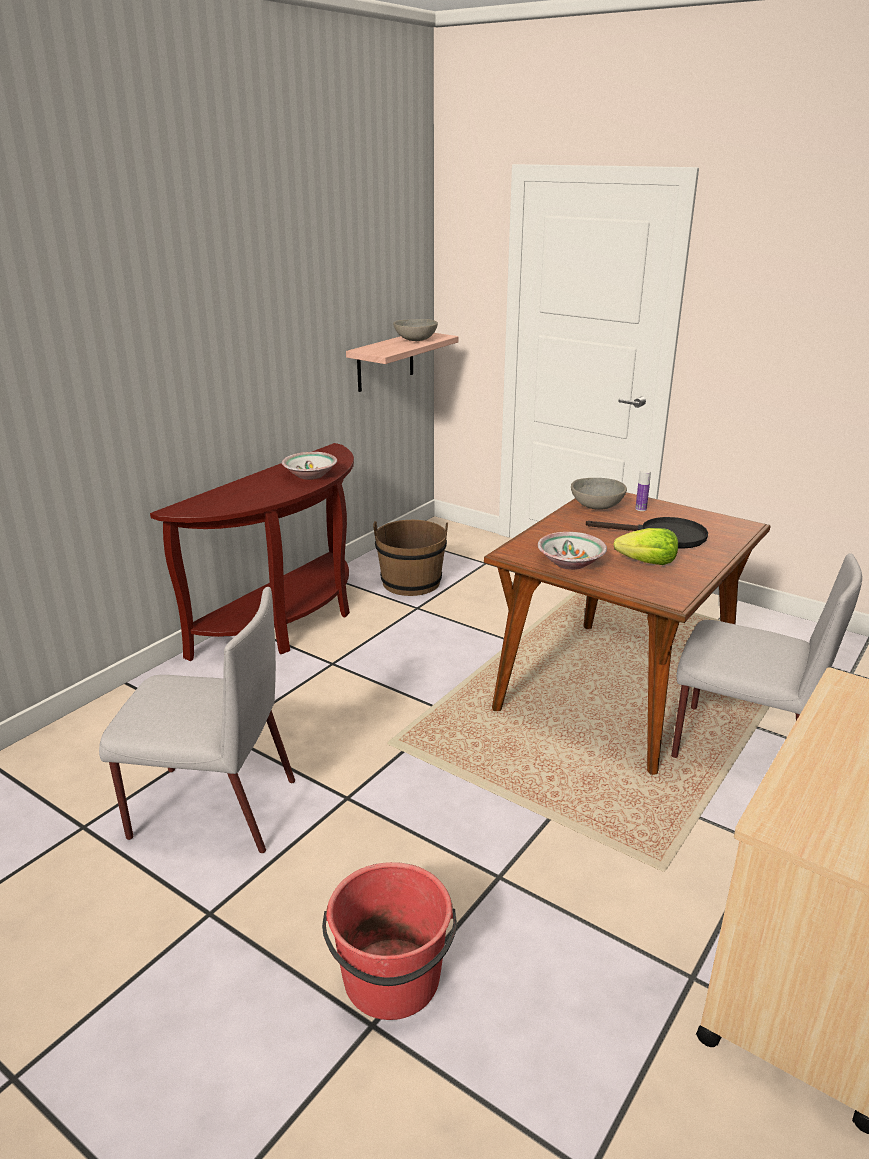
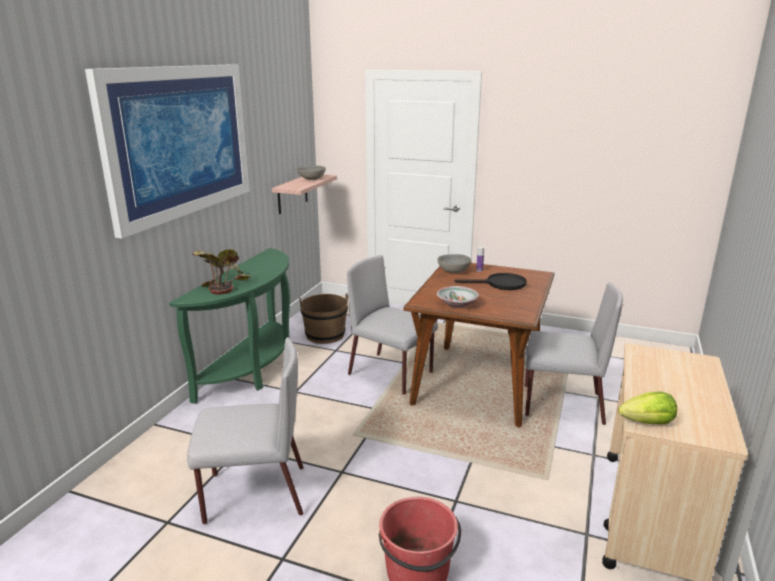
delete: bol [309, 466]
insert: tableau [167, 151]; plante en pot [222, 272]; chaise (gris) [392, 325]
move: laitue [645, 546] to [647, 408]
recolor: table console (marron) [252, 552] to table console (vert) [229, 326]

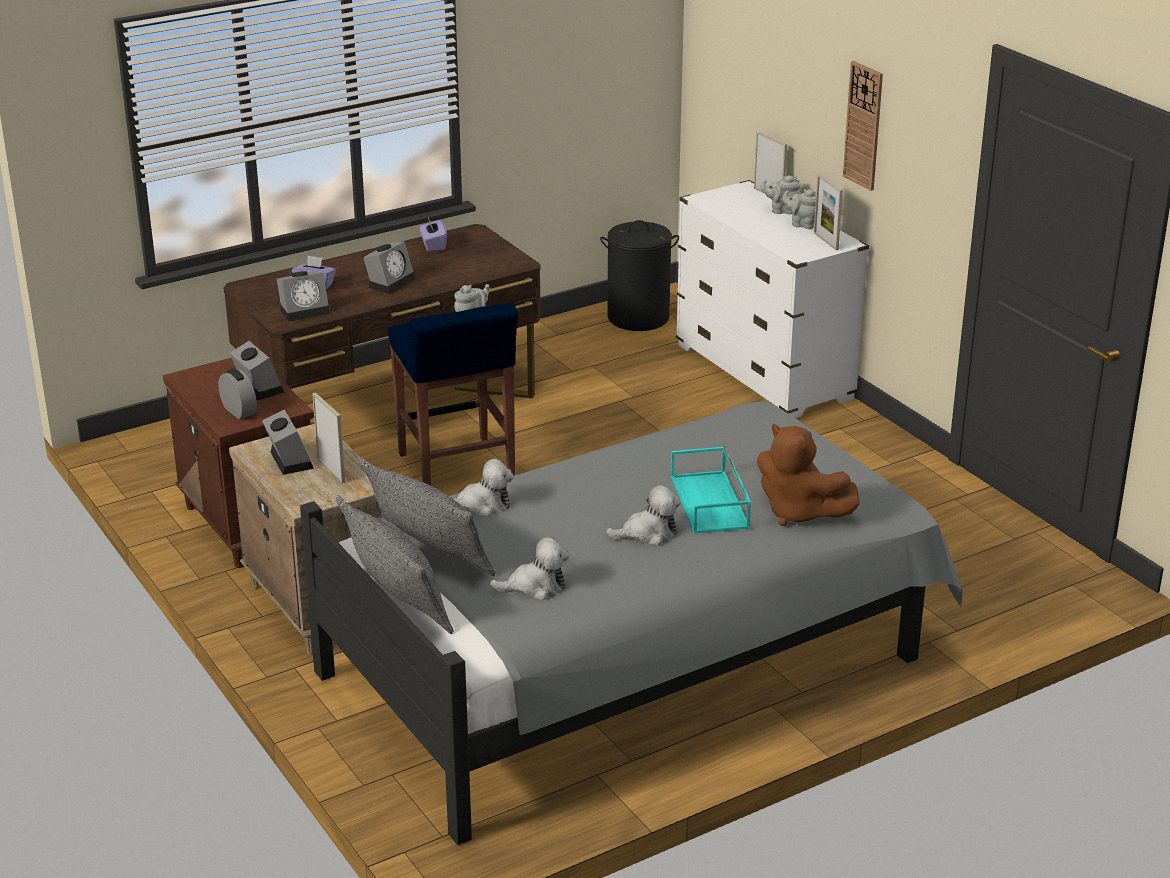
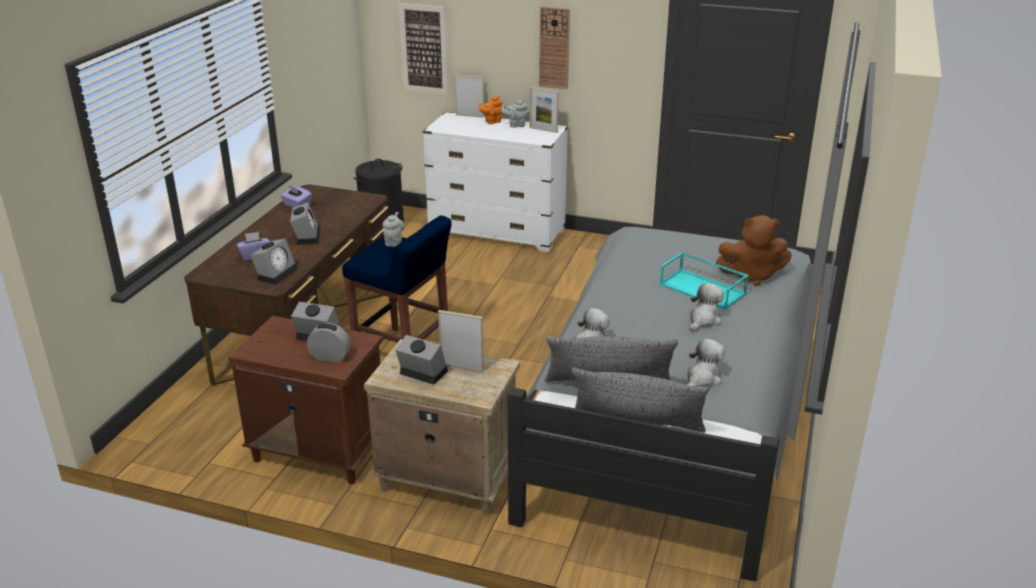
insert: tableau [423, 48]
recolor: théière (gris) [780, 194] to théière (orange) [491, 110]

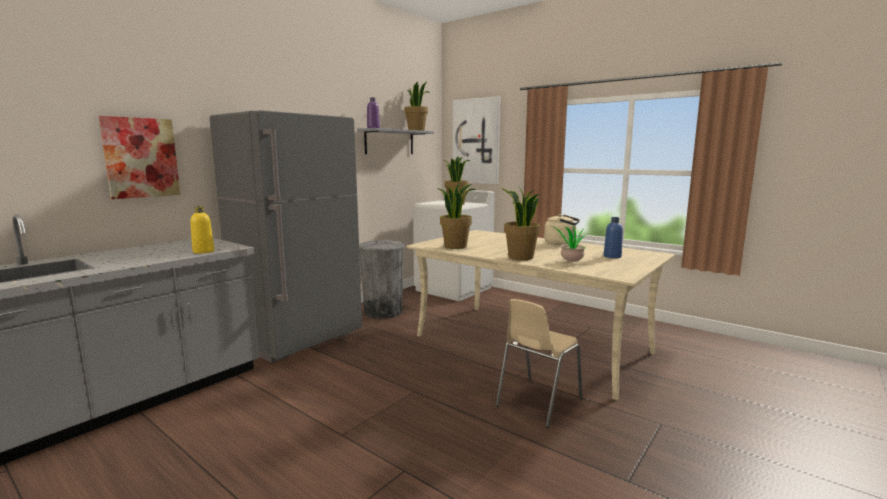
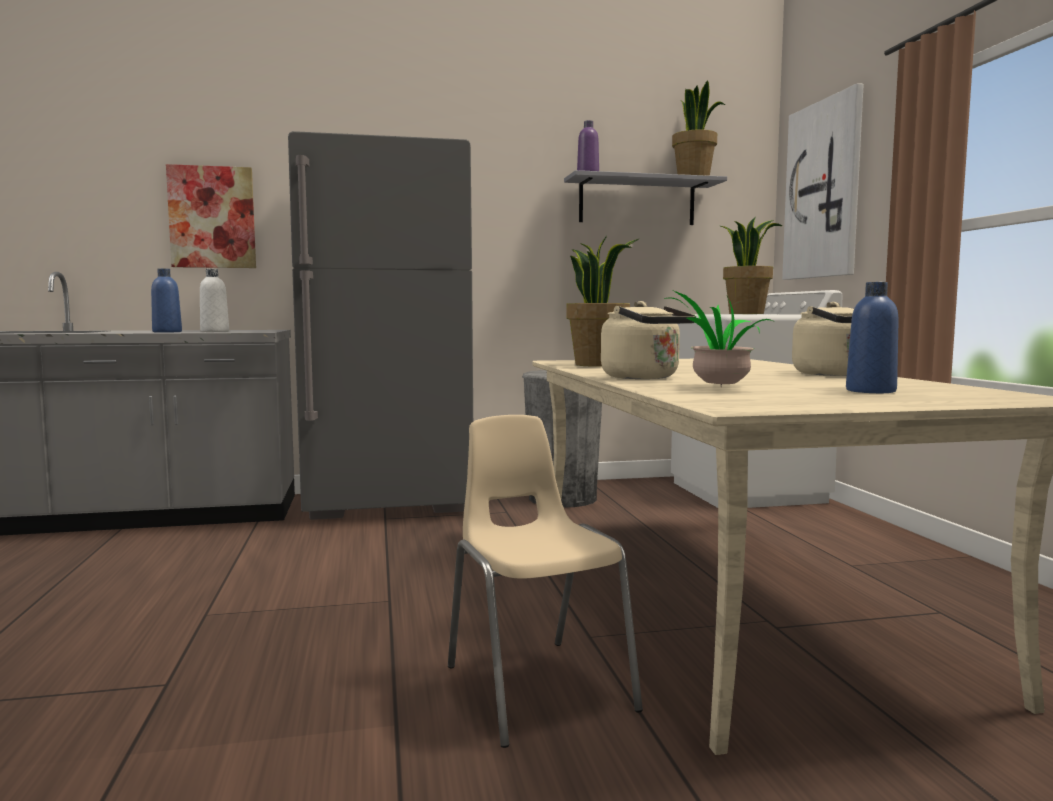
insert: bouteille (bleu) [166, 300]
replace: plante en pot [520, 223] to bouilloire (beige) [648, 340]
recolor: bouteille (jaune) [202, 230] to bouteille (blanc) [214, 300]
rotate: chaise (beige) [539, 363] = [545, 581] 75 degrees clockwise

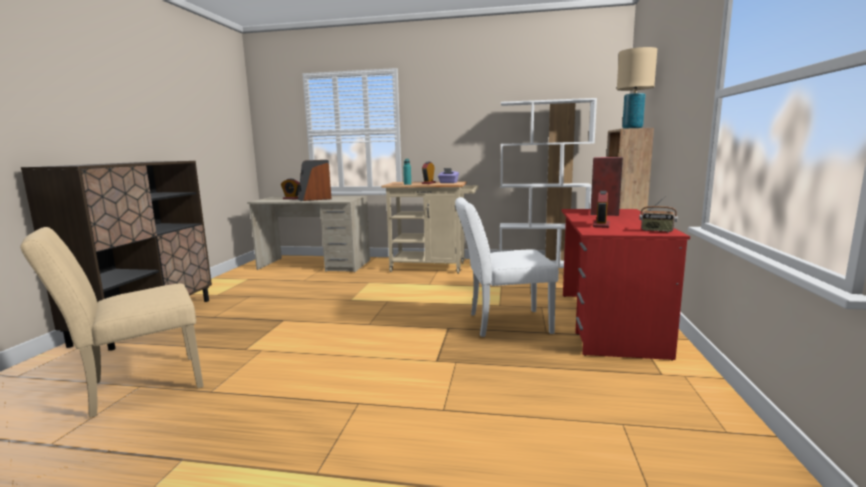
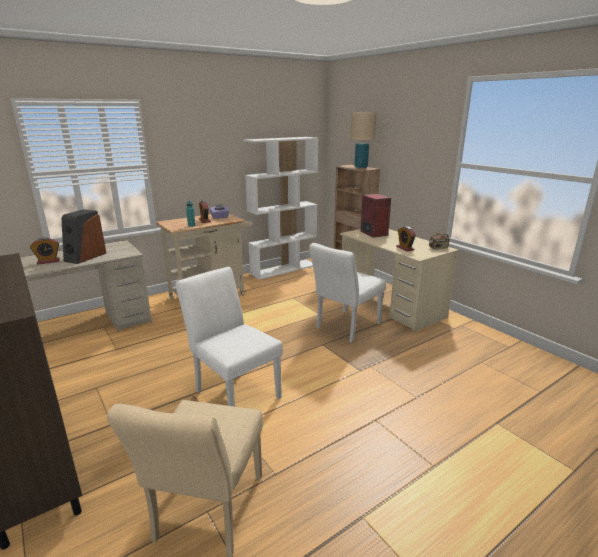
insert: chaise (blanc) [229, 337]
recolor: bureau (rouge) [626, 285] to bureau (beige) [399, 280]

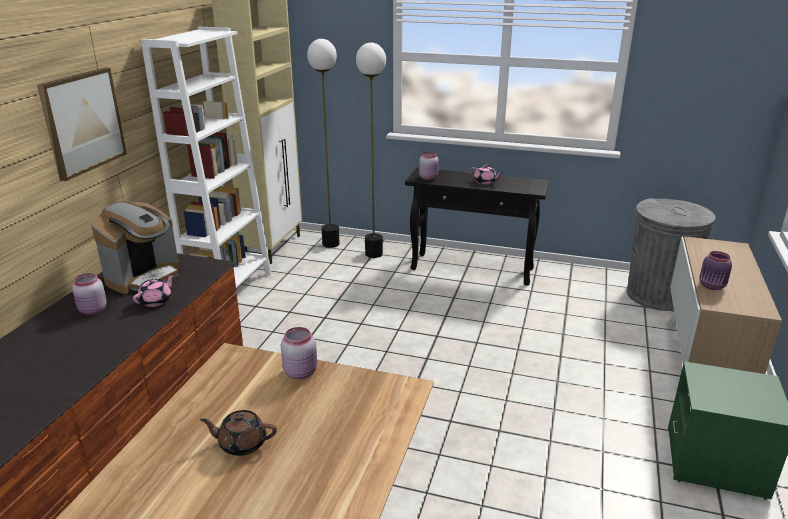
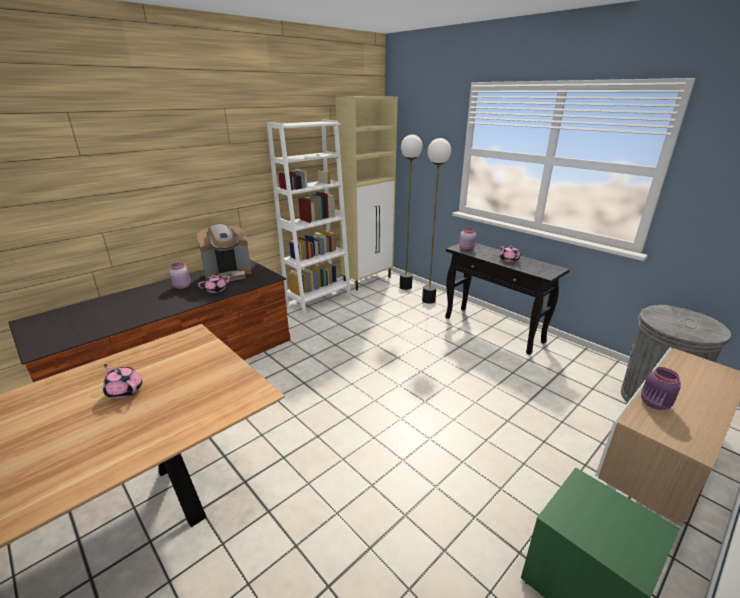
delete: tableau [82, 124]; bocal (rose) [299, 353]
recolor: théière (marron) [238, 433] to théière (rose) [122, 381]

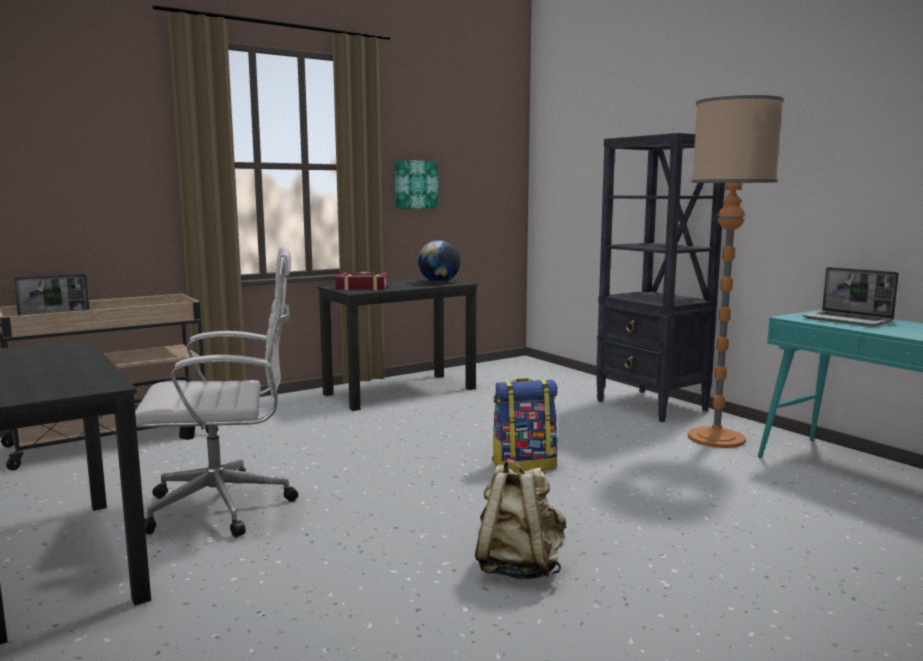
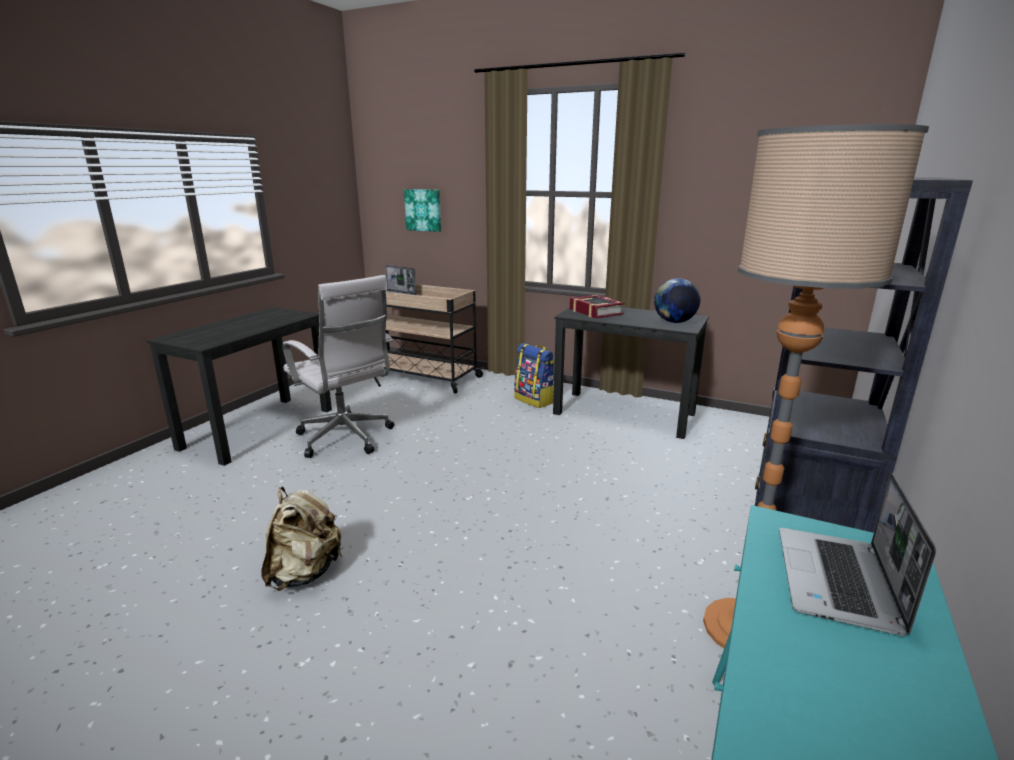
move: tableau [416, 184] to [422, 210]; sac à dos [525, 425] to [534, 375]

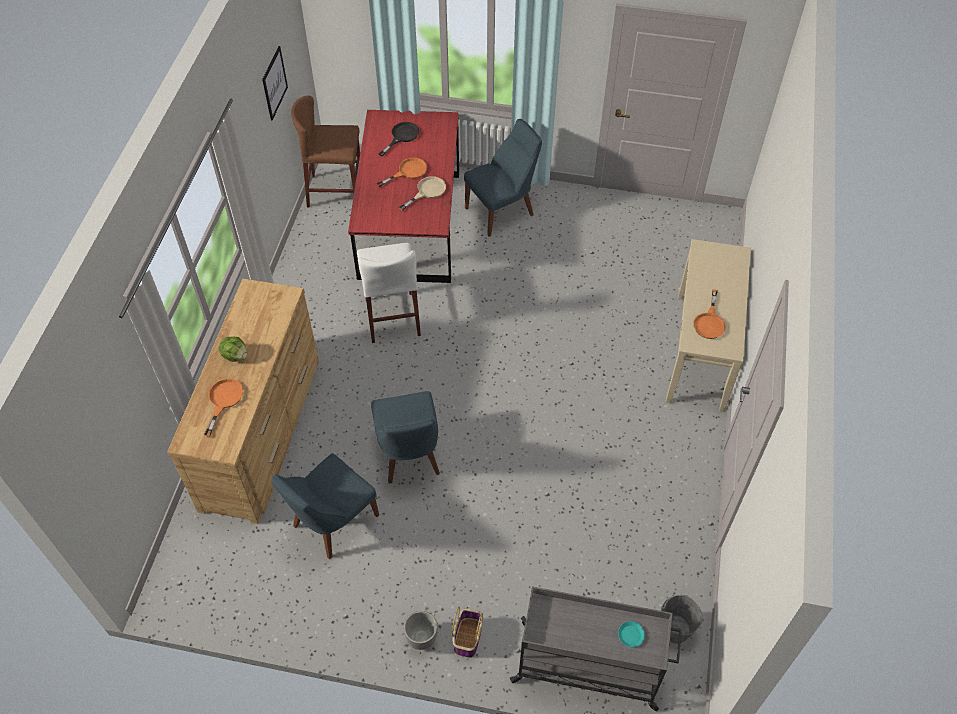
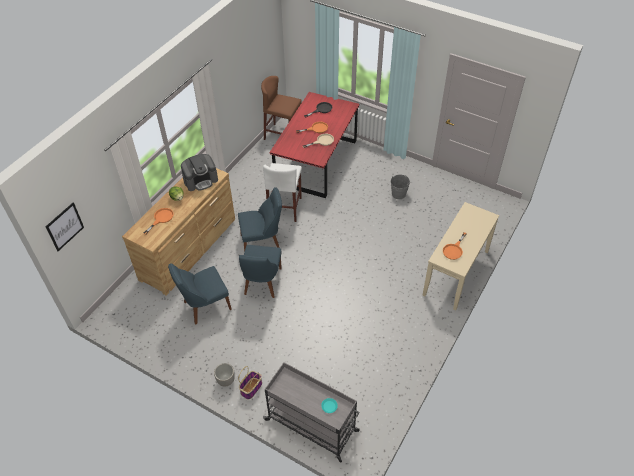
insert: machine à café [199, 172]
move: tableau [275, 83] to [65, 226]; chaise (bleu) [503, 178] to [260, 219]; seau (gris) [682, 619] to [400, 186]

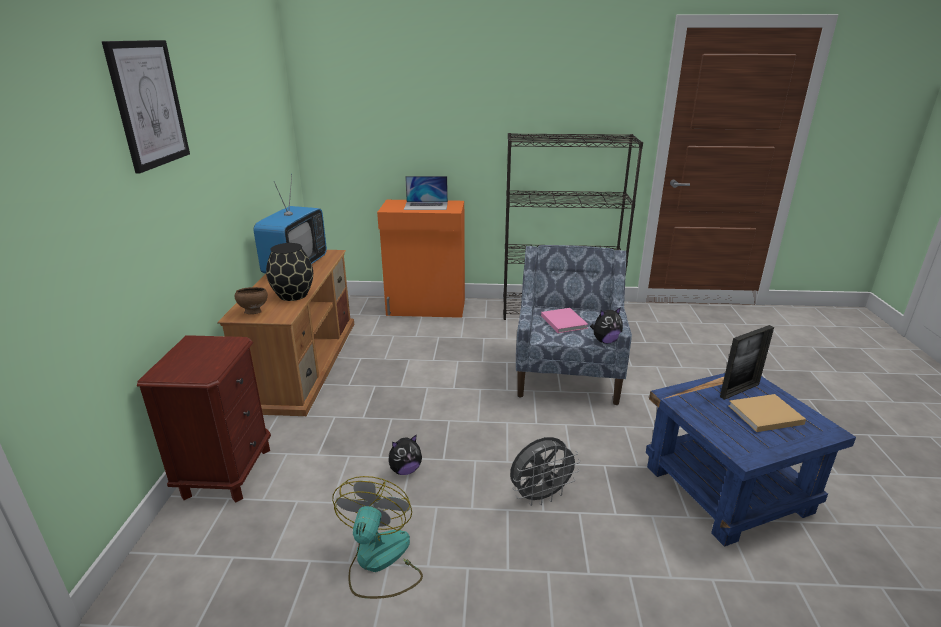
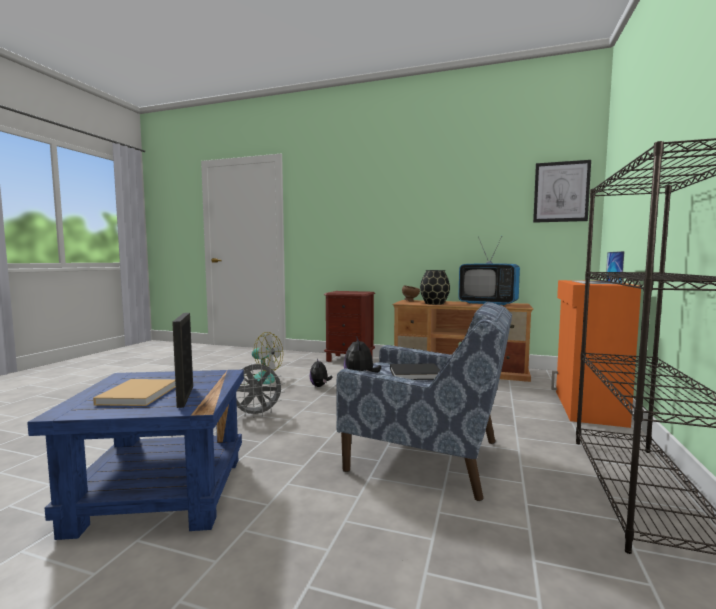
move: tableau [146, 106] to [562, 191]
recolor: livre (rose) [564, 320] to livre (noir) [415, 371]
rotate: ventilateur (gris) [545, 471] = [260, 390] 105 degrees counterclockwise

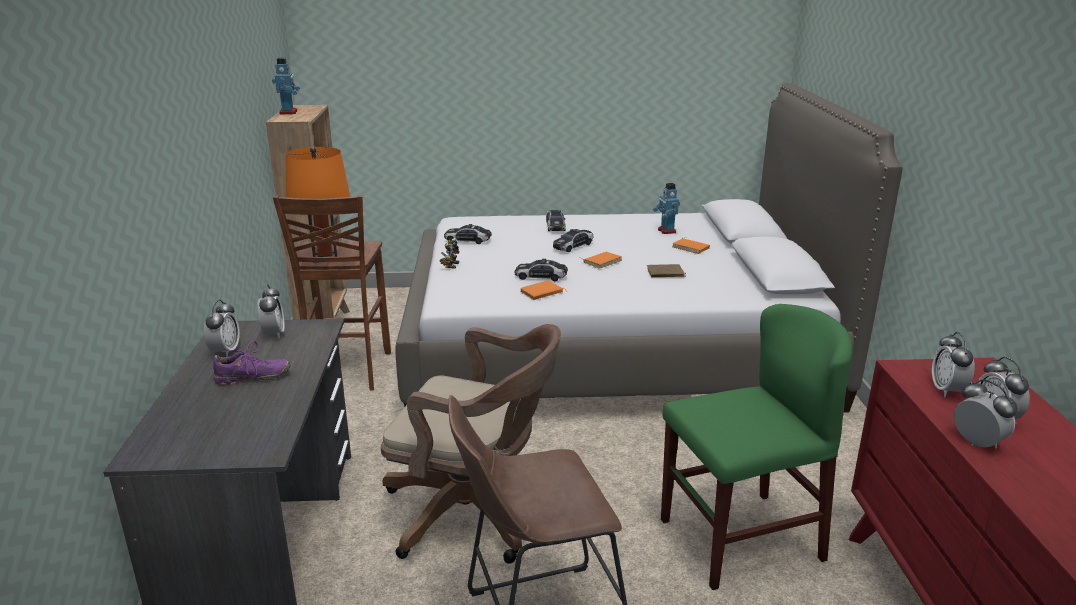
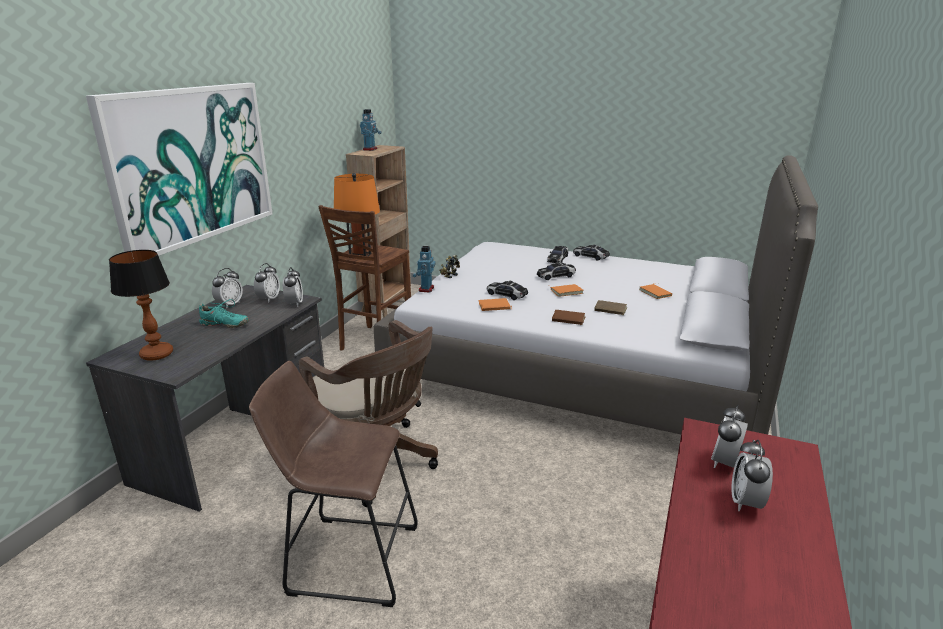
delete: chaise (vert) [756, 447]
insert: tableau [179, 169]; lampe de table [141, 305]; livre (marron) [568, 317]
move: petite voiture [468, 234] to [591, 252]; robot jouet [666, 208] to [424, 269]; réveil [986, 414] to [293, 287]
recolor: chaussure (violet) [252, 363] to chaussure (turquoise) [224, 313]

